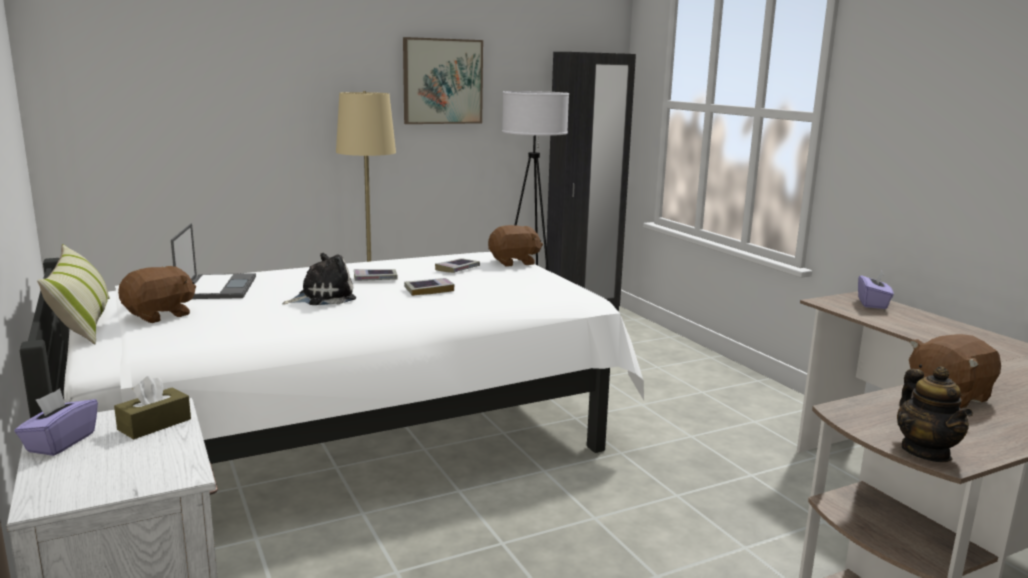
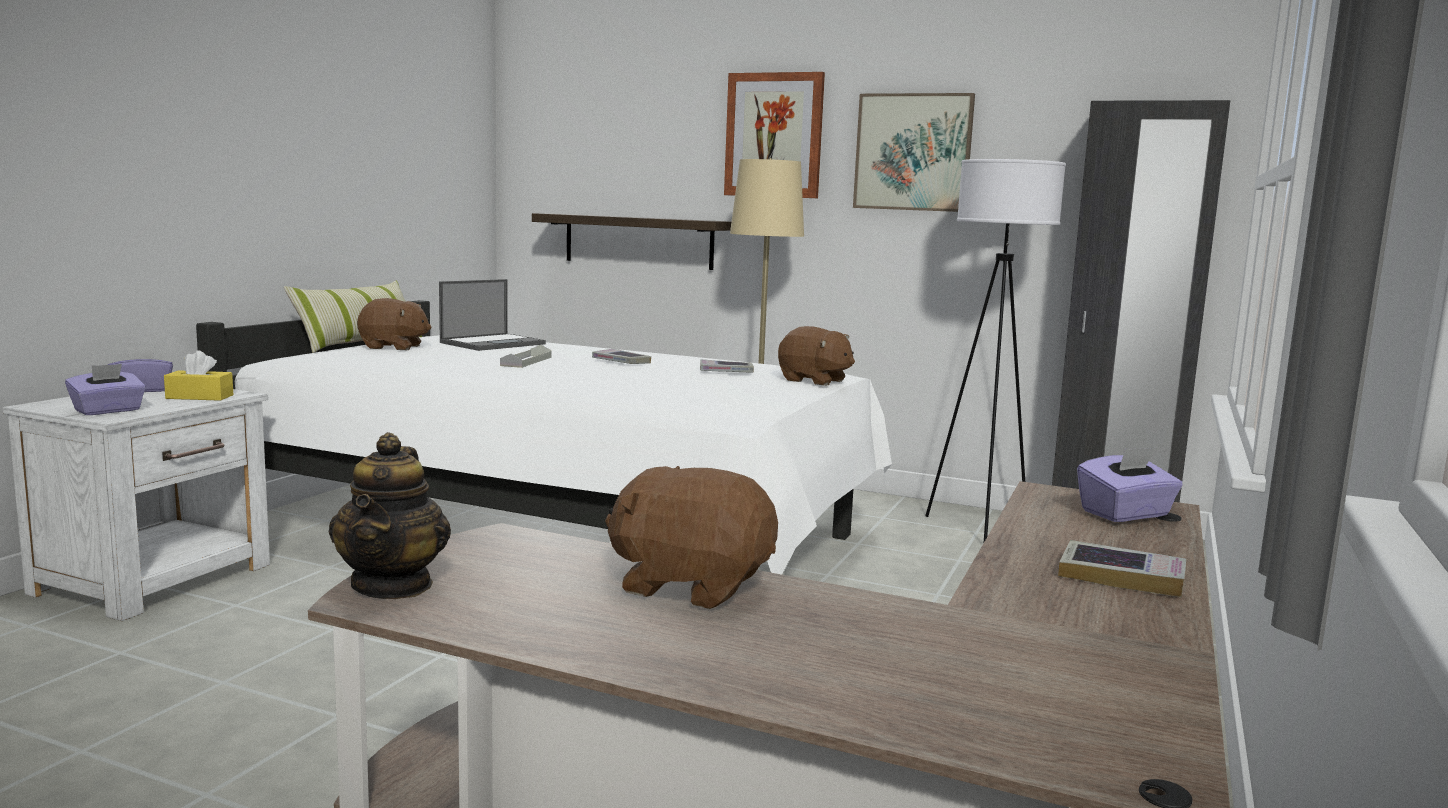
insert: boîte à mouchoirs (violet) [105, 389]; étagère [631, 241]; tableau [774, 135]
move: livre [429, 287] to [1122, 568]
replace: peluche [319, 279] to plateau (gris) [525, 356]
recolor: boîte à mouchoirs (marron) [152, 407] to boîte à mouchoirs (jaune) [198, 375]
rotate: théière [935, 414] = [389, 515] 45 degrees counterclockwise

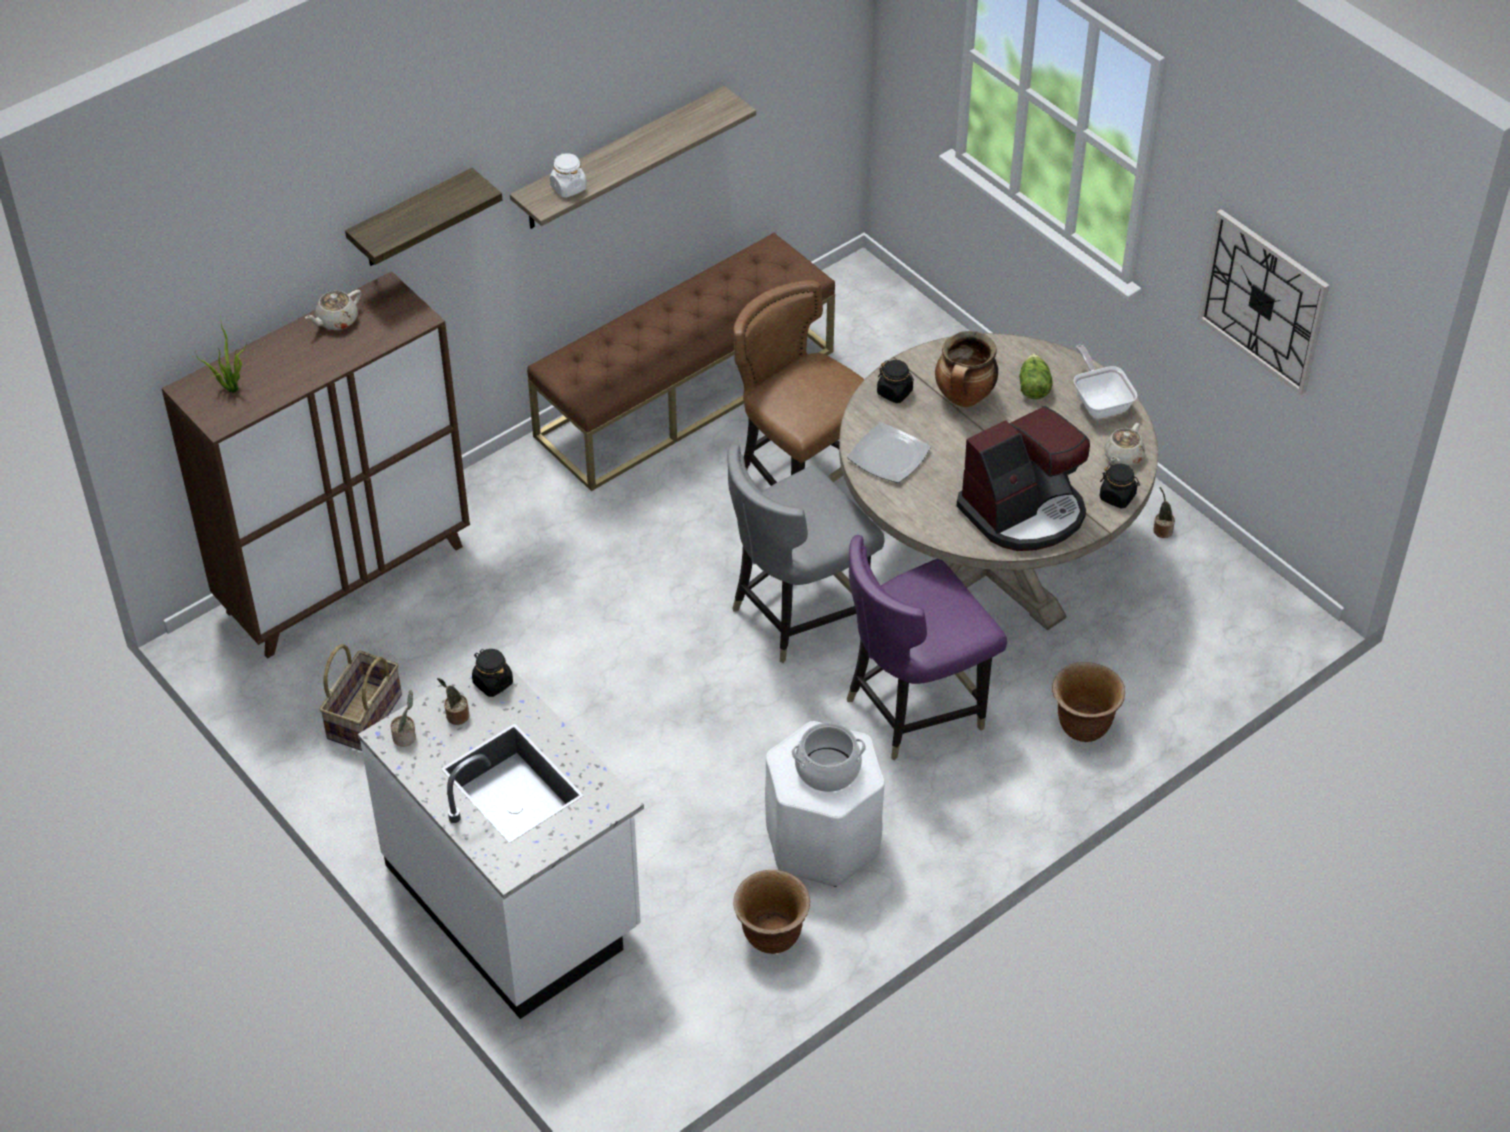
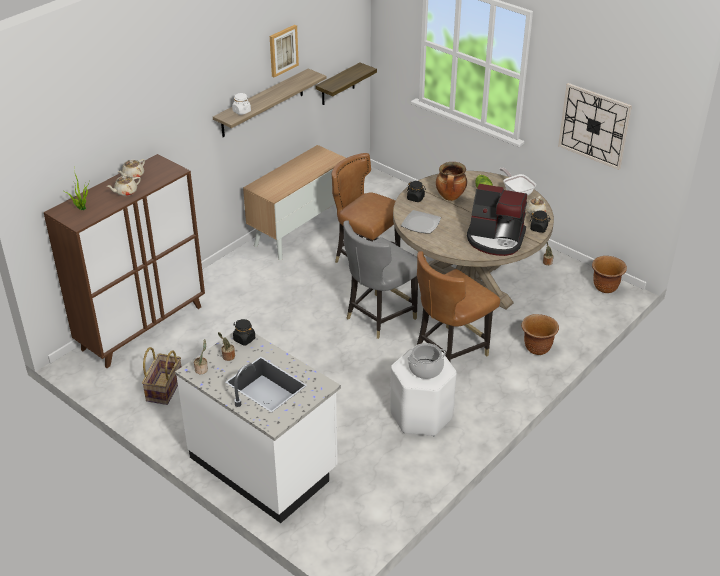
insert: théière (beige) [124, 186]; tableau [284, 51]
move: étagère [423, 217] to [346, 84]; cache-pot (marron) [771, 912] to [609, 274]
replace: banc (marron) [681, 362] to meuble de rangement [294, 202]
recolor: chaise (violet) [927, 647] to chaise (marron) [458, 306]
rotate: machine à café [1023, 478] = [497, 220] 60 degrees clockwise

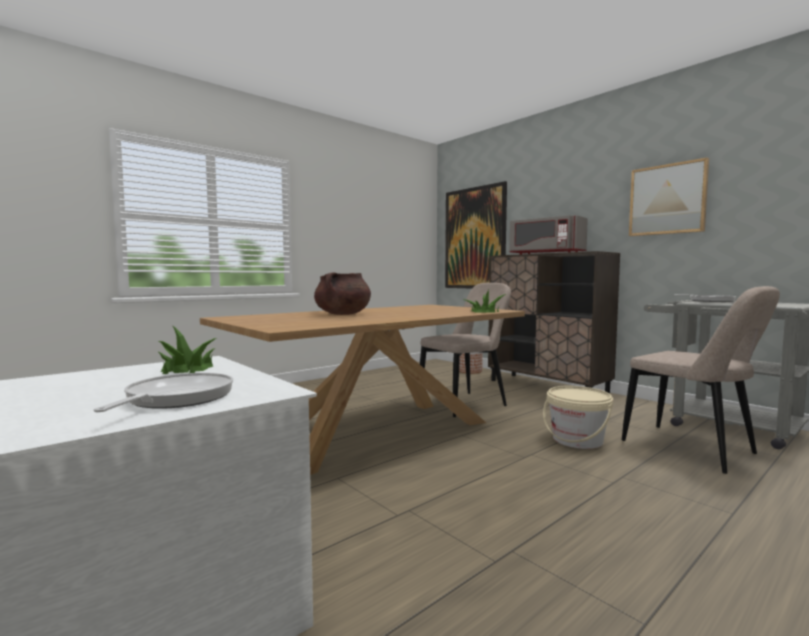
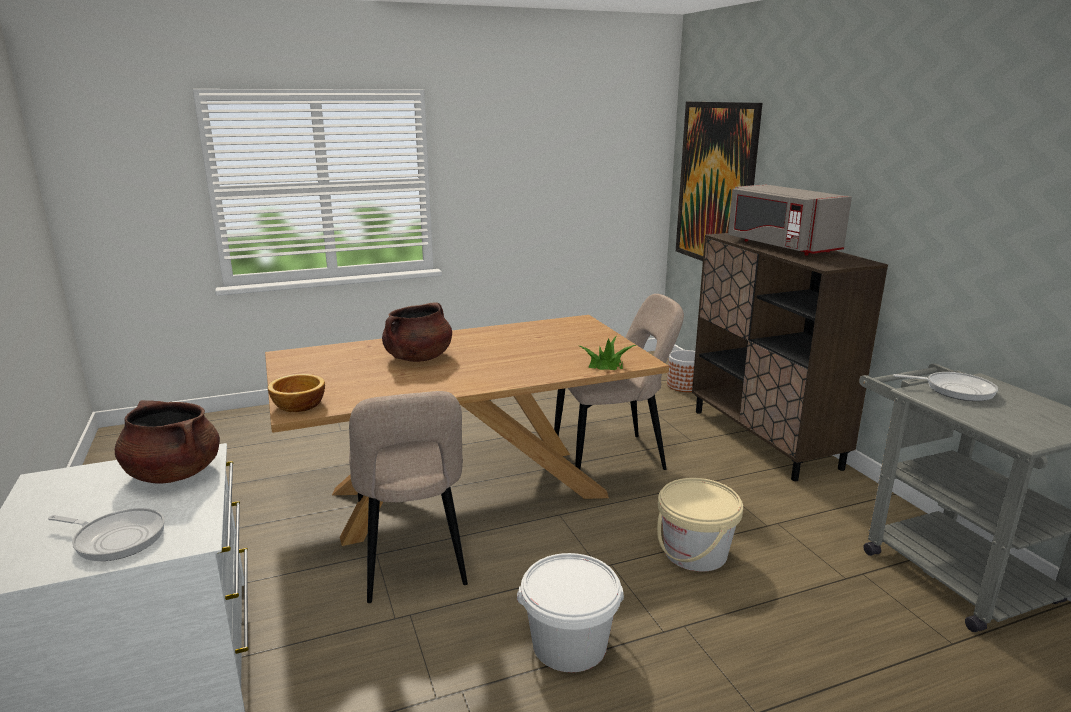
delete: tableau [669, 196]
insert: bol [296, 393]; seau (blanc) [570, 613]
move: chaise (beige) [701, 380] to [408, 497]
replace: plante en pot [186, 349] to marmite (marron) [167, 442]
rotate: poêle [163, 392] = [106, 534] 75 degrees clockwise

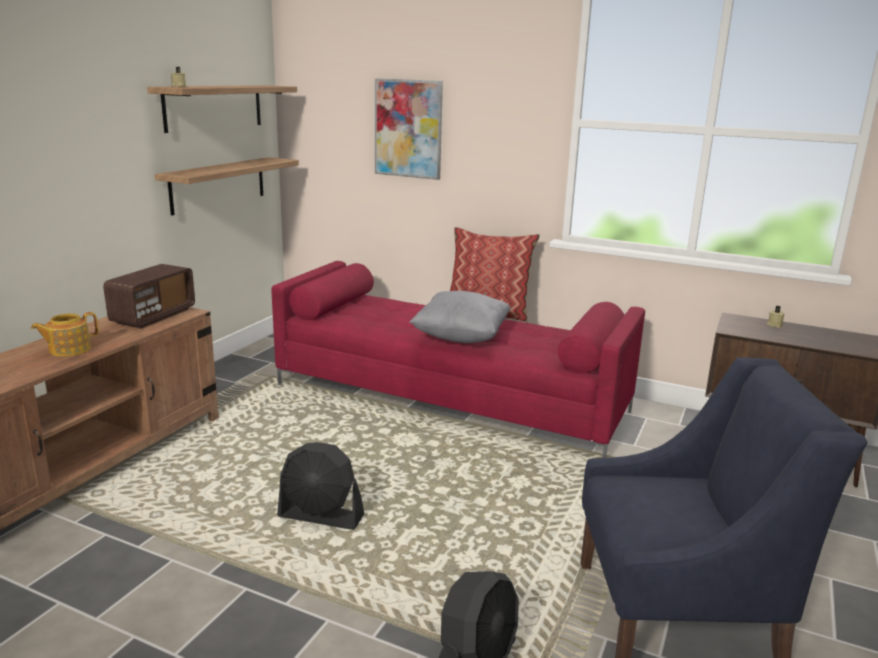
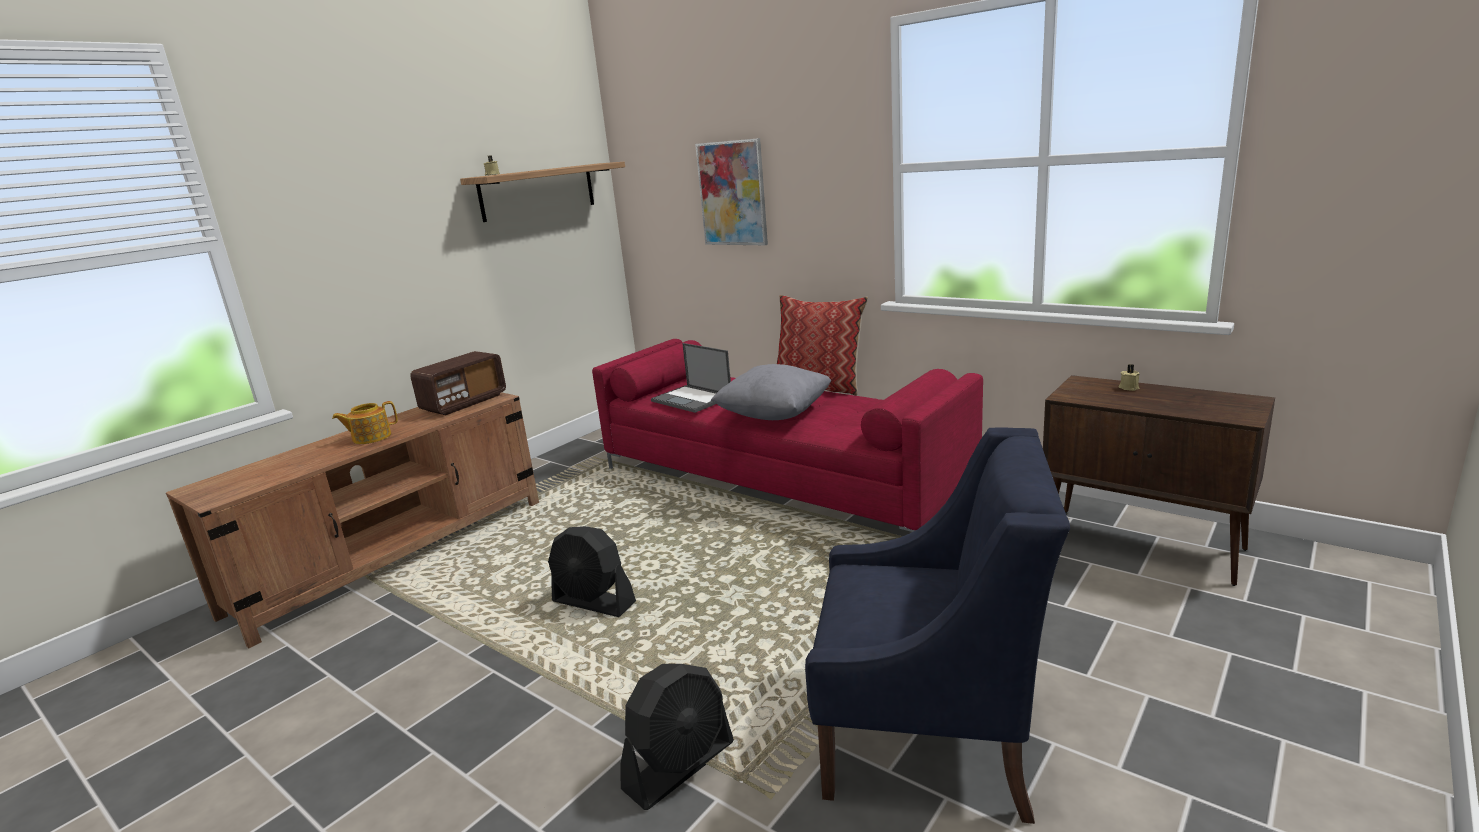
delete: étagère [227, 186]
insert: ordinateur portable [691, 378]

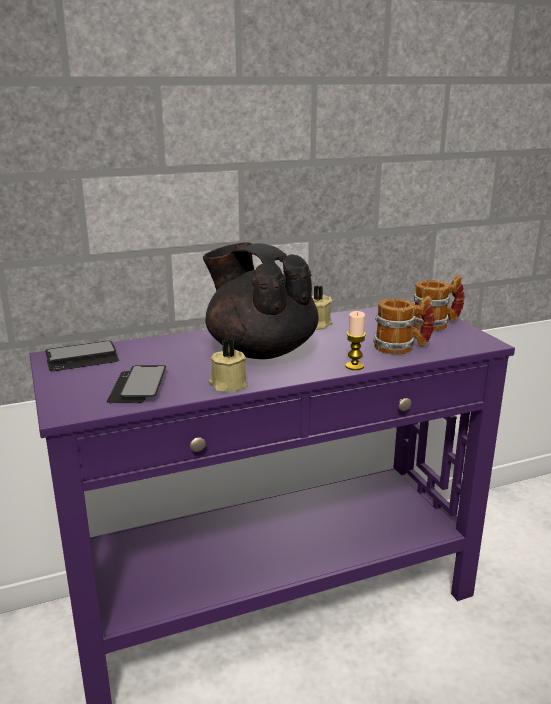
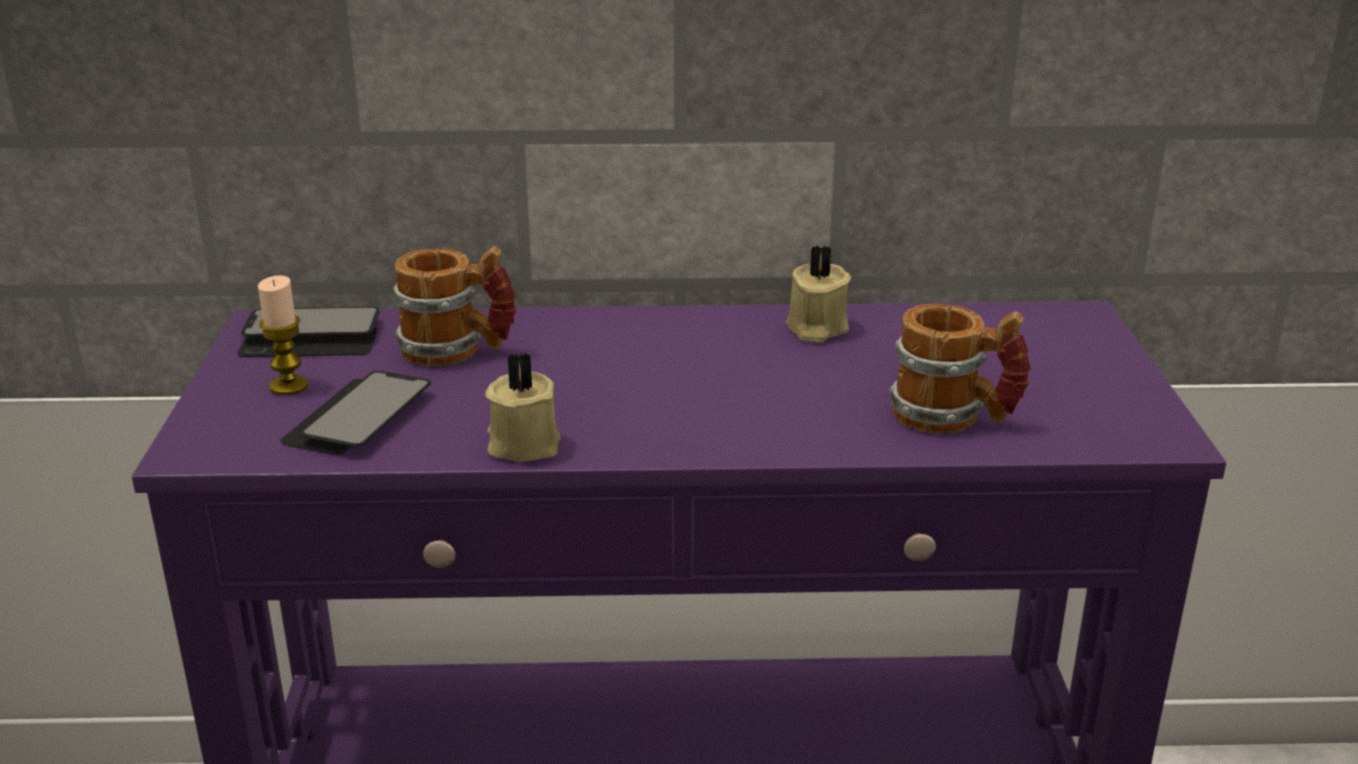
delete: théière (noir) [261, 300]
move: bougie [355, 340] to [283, 335]; mug [438, 303] to [454, 306]

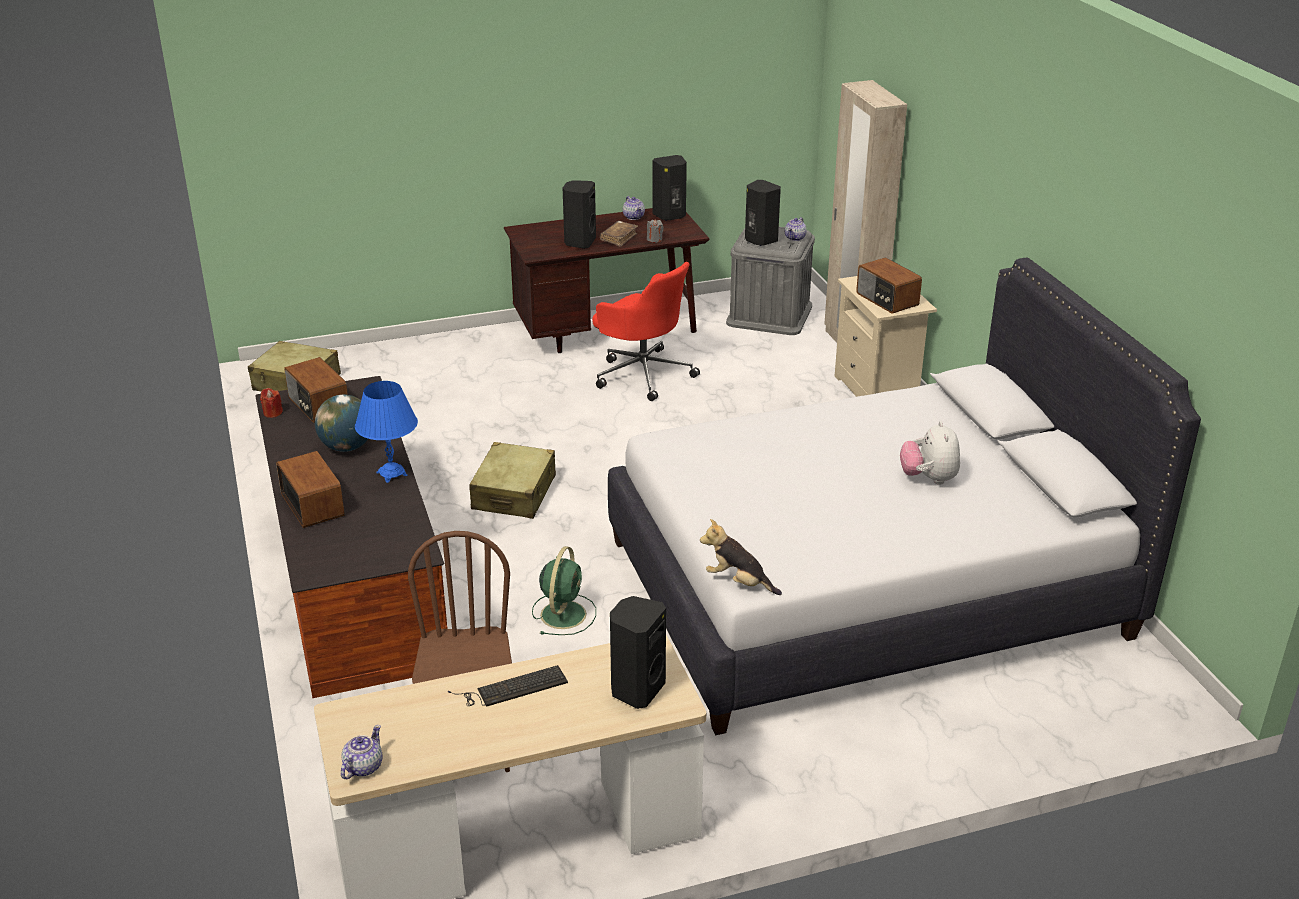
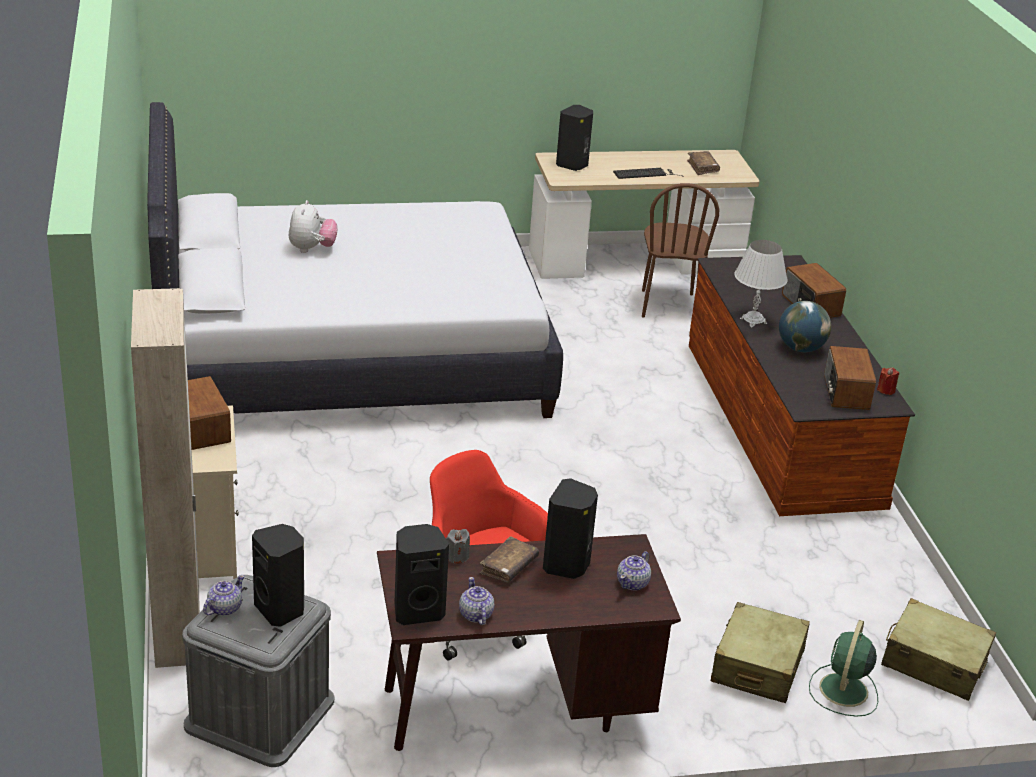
delete: peluche [741, 557]
insert: livre (marron) [703, 163]
move: théière [362, 752] to [634, 570]; valise (beige) [512, 480] to [760, 652]; ventilateur (vert) [564, 590] to [843, 668]
recolor: lampe de table (bleu) [386, 432] to lampe de table (blanc) [761, 284]
rotate: radio [316, 390] = [850, 378] 150 degrees counterclockwise

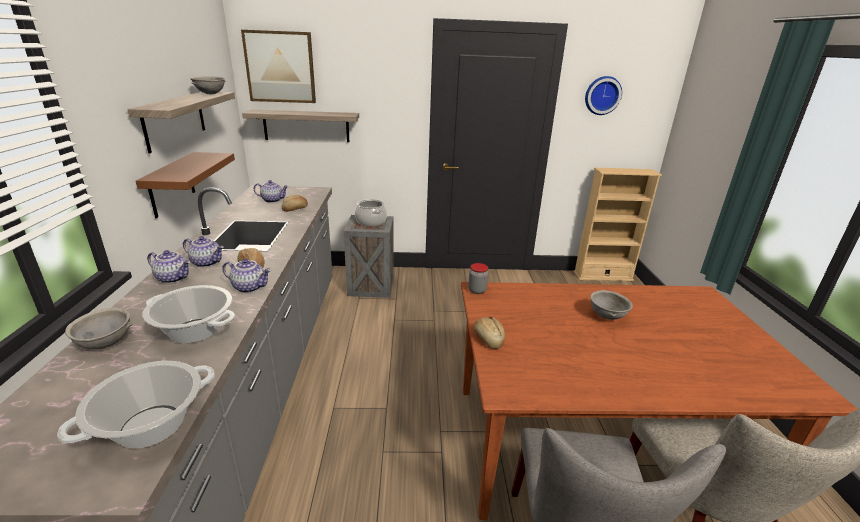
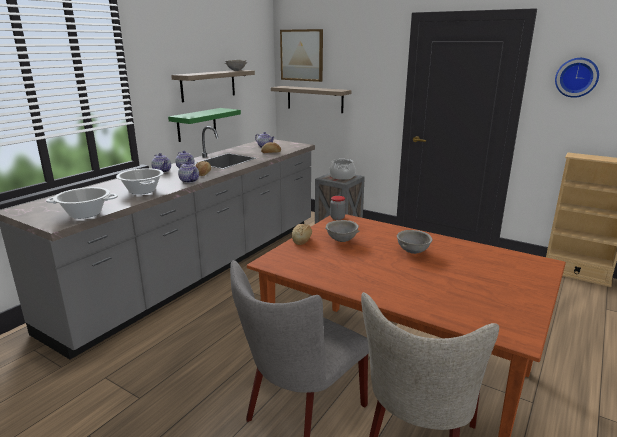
move: bol (gris) [99, 328] to [342, 231]
recolor: étagère (marron) [185, 185] to étagère (vert) [204, 125]

